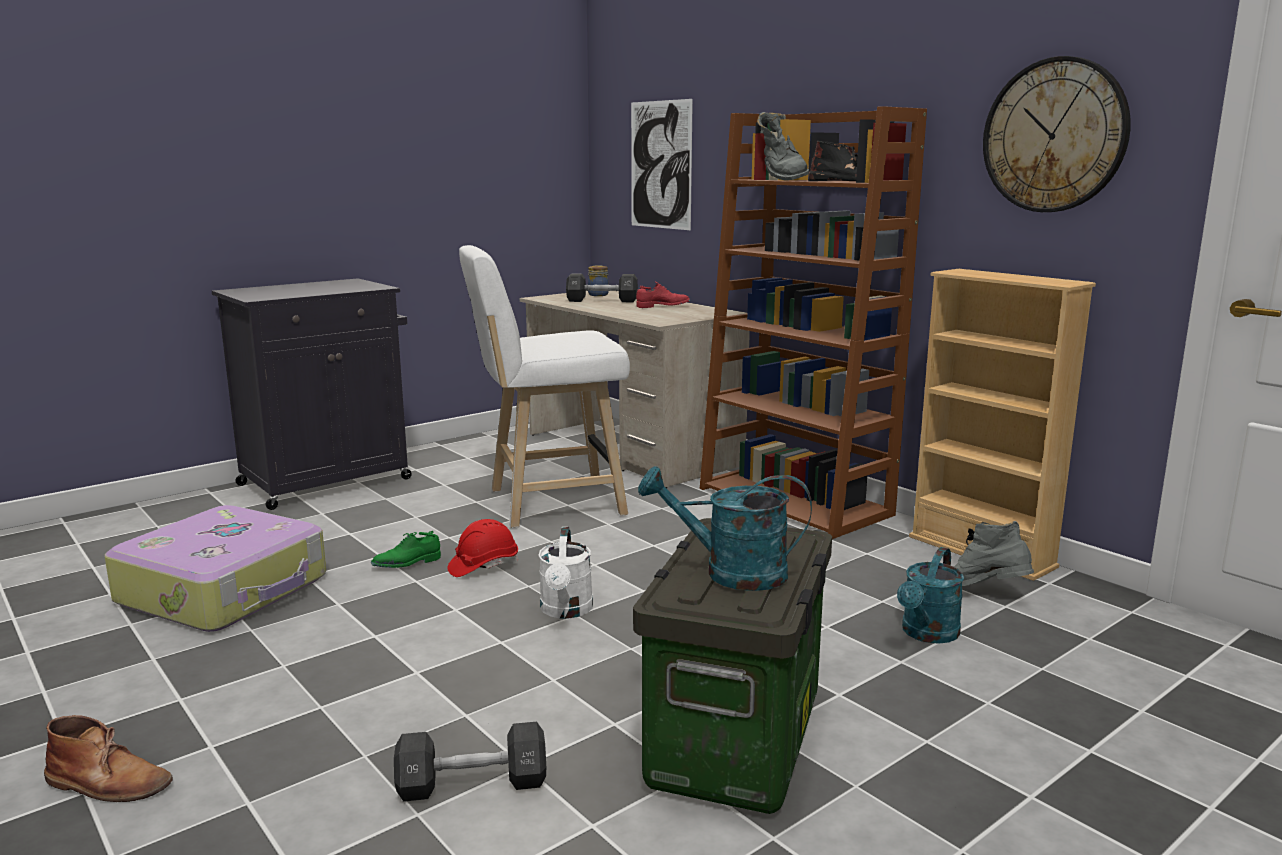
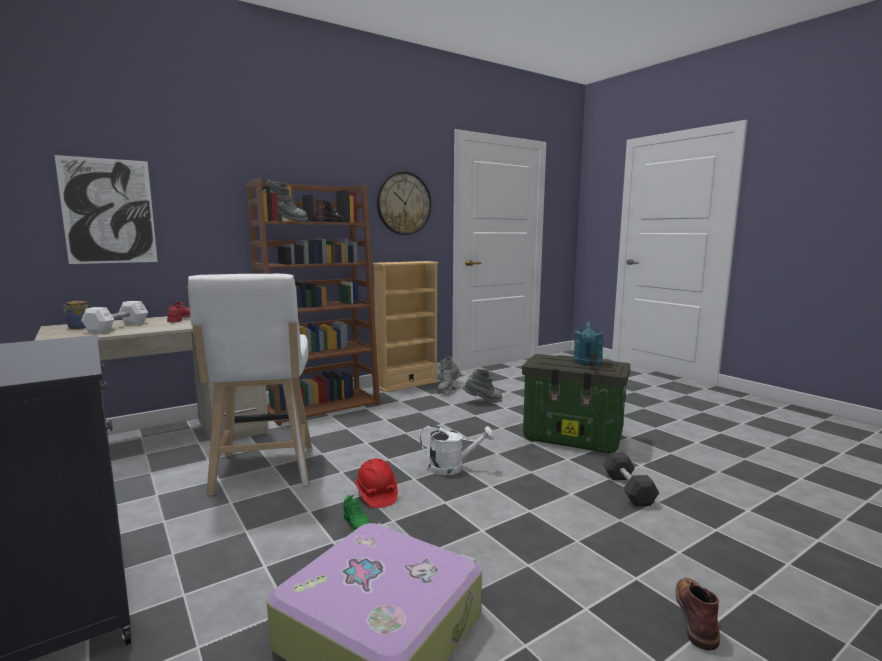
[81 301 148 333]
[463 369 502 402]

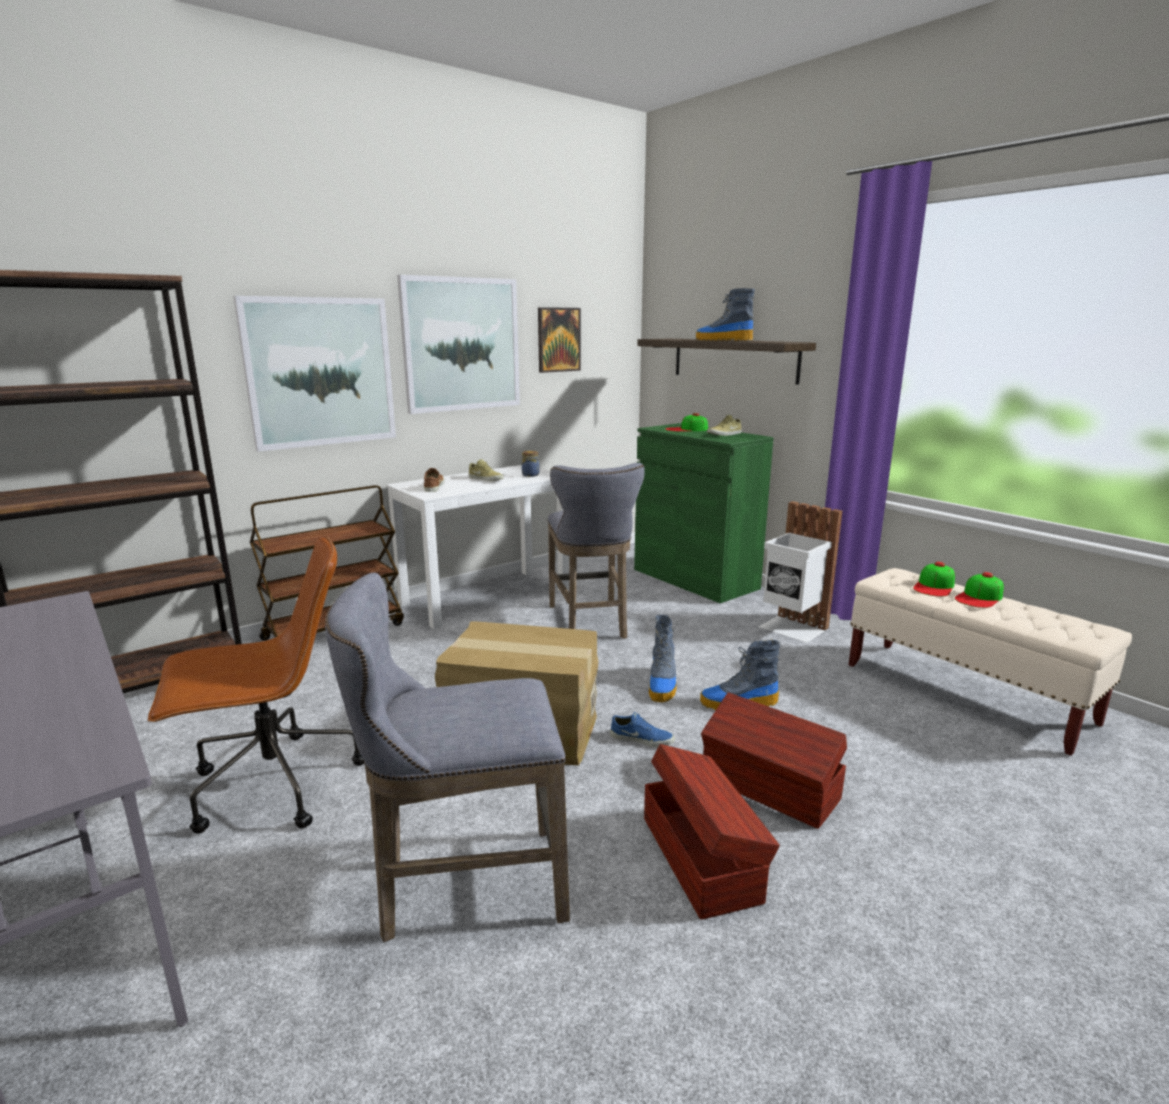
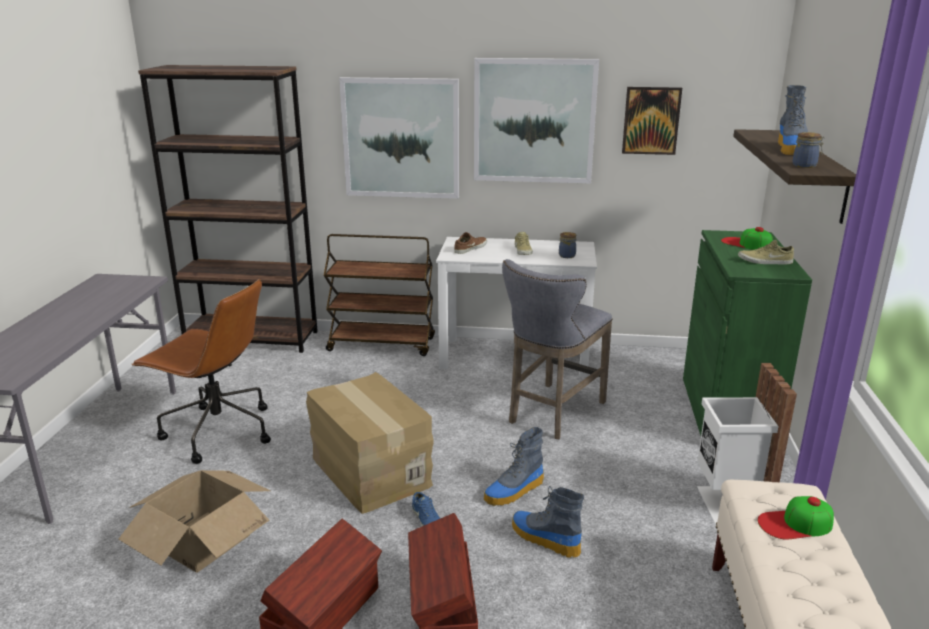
[118 470 270 573]
[778 85 808 155]
[793 132 825 168]
[955 572 1004 608] (first image)

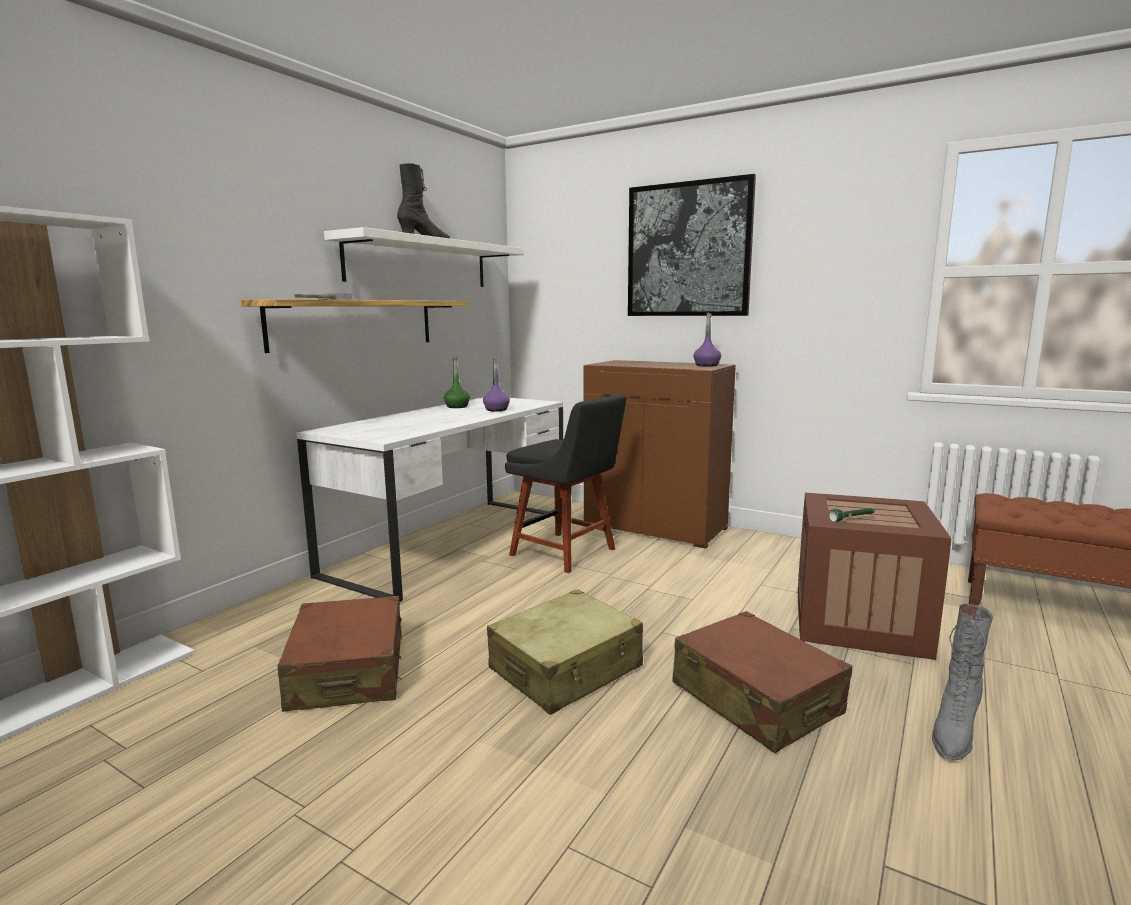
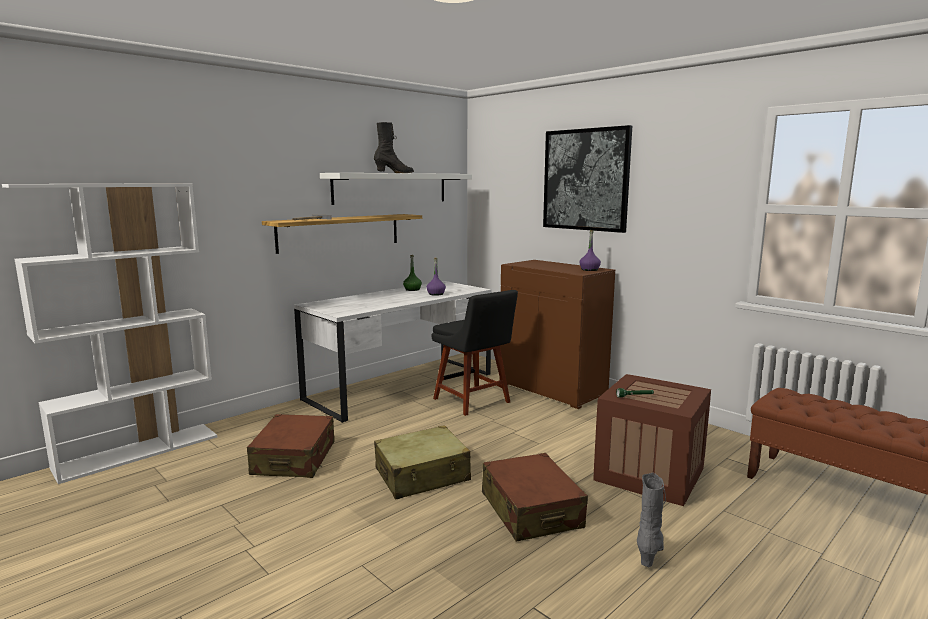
[637 472 666 567]

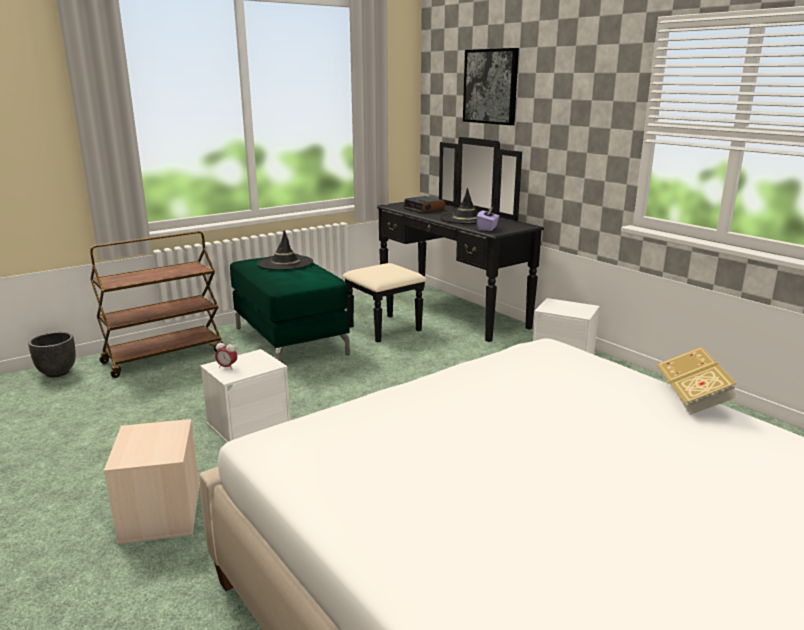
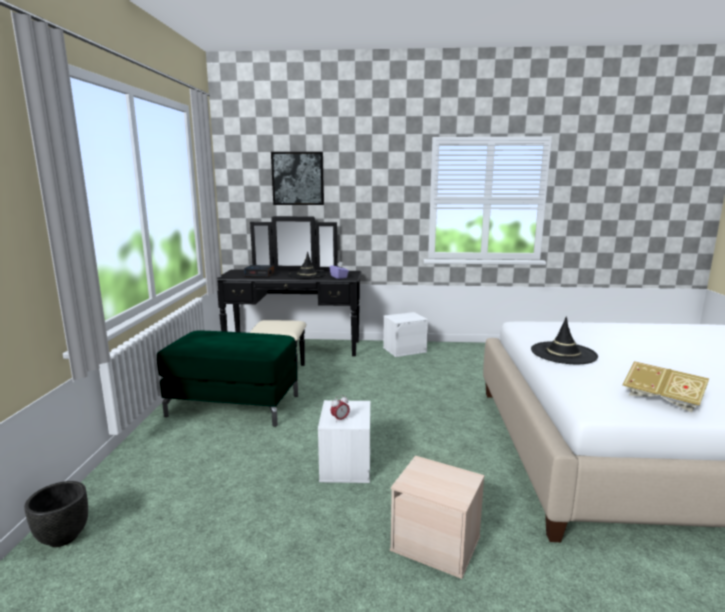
[531 317 598 364]
[622 361 709 413]
[90 231 223 378] (first image)

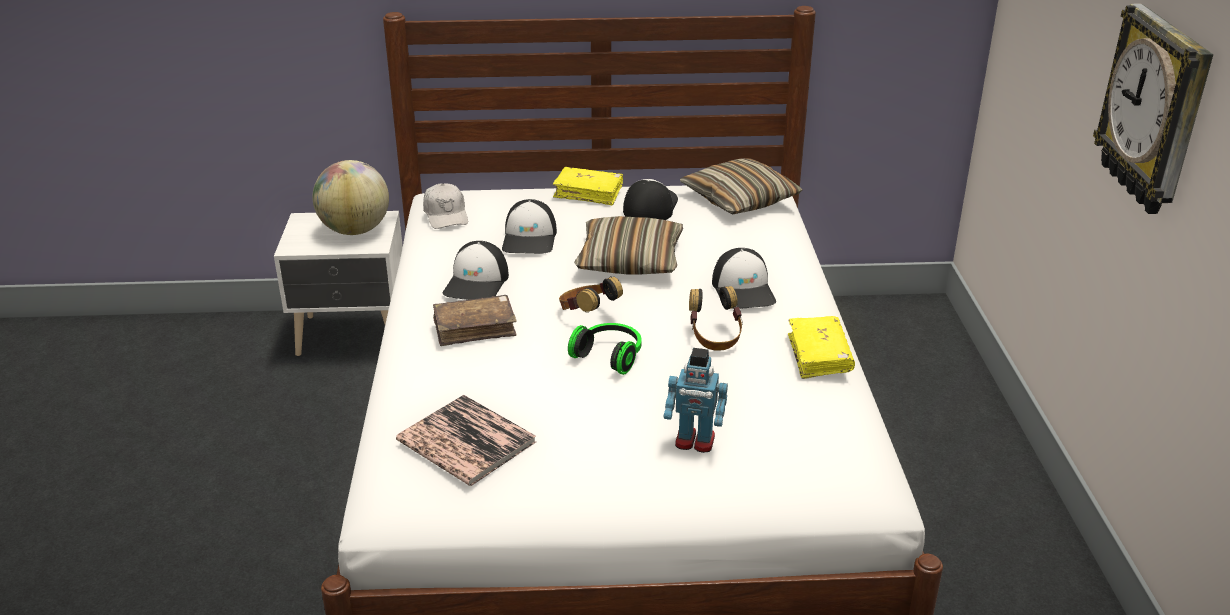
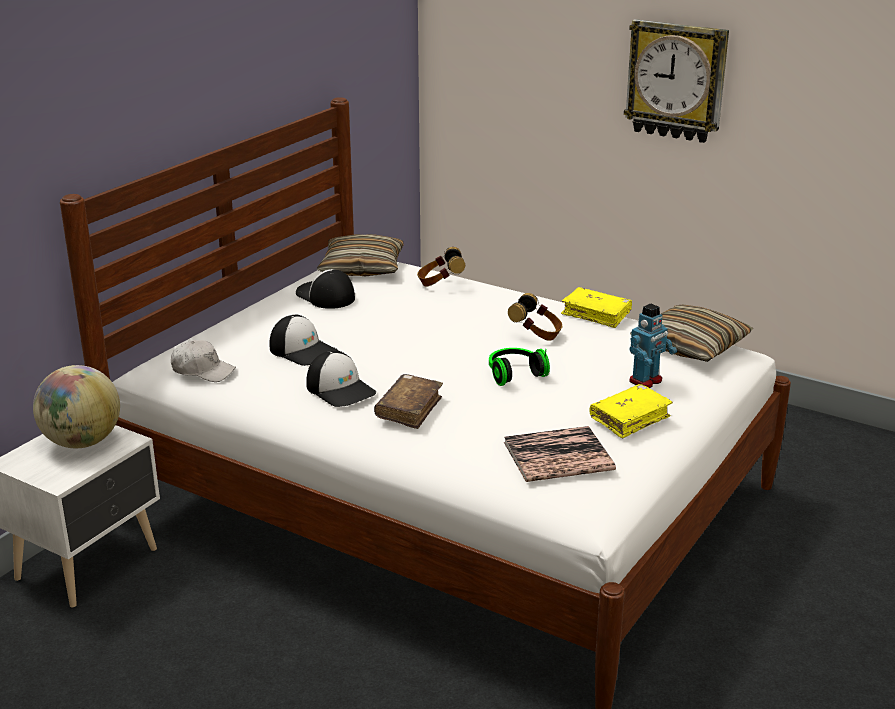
[417 247 465 287]
[590 384 673 439]
[630 305 753 362]
[712 248 776 309] (first image)

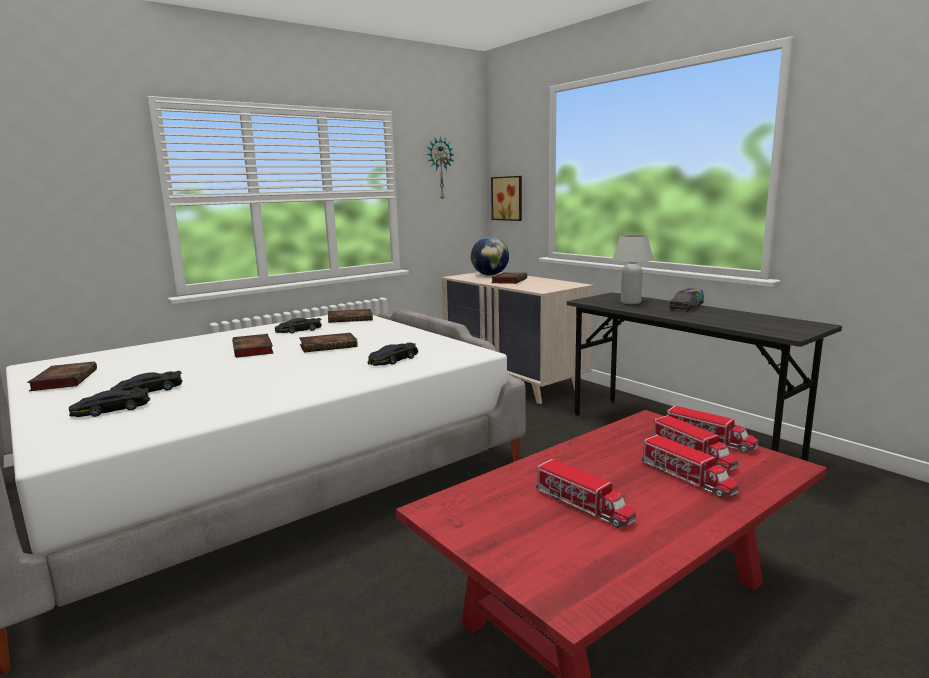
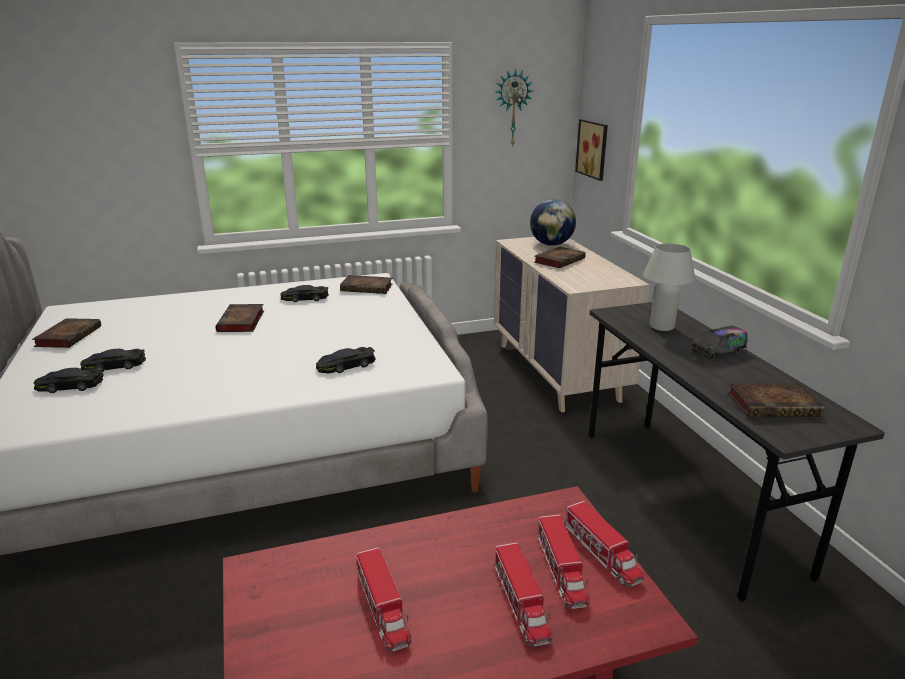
[727 384 824 417]

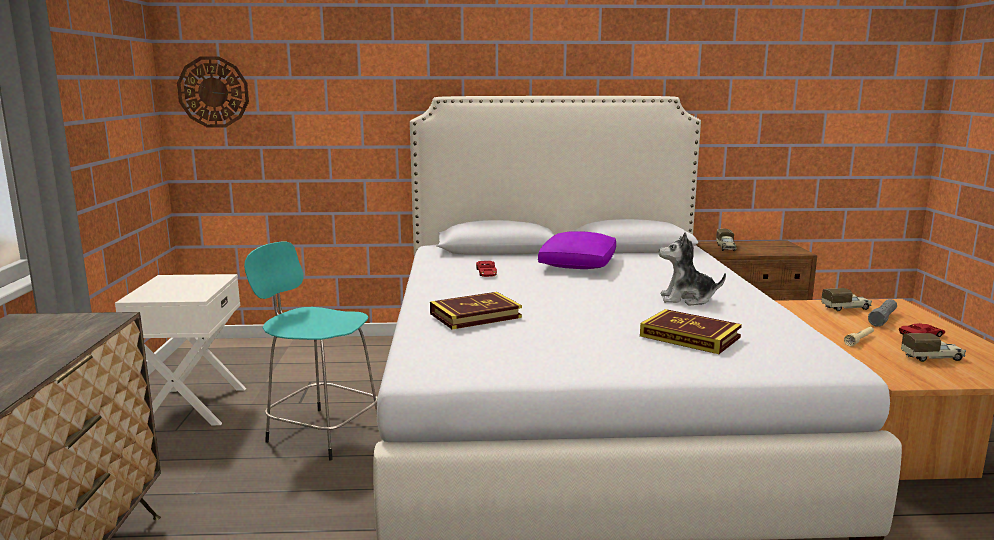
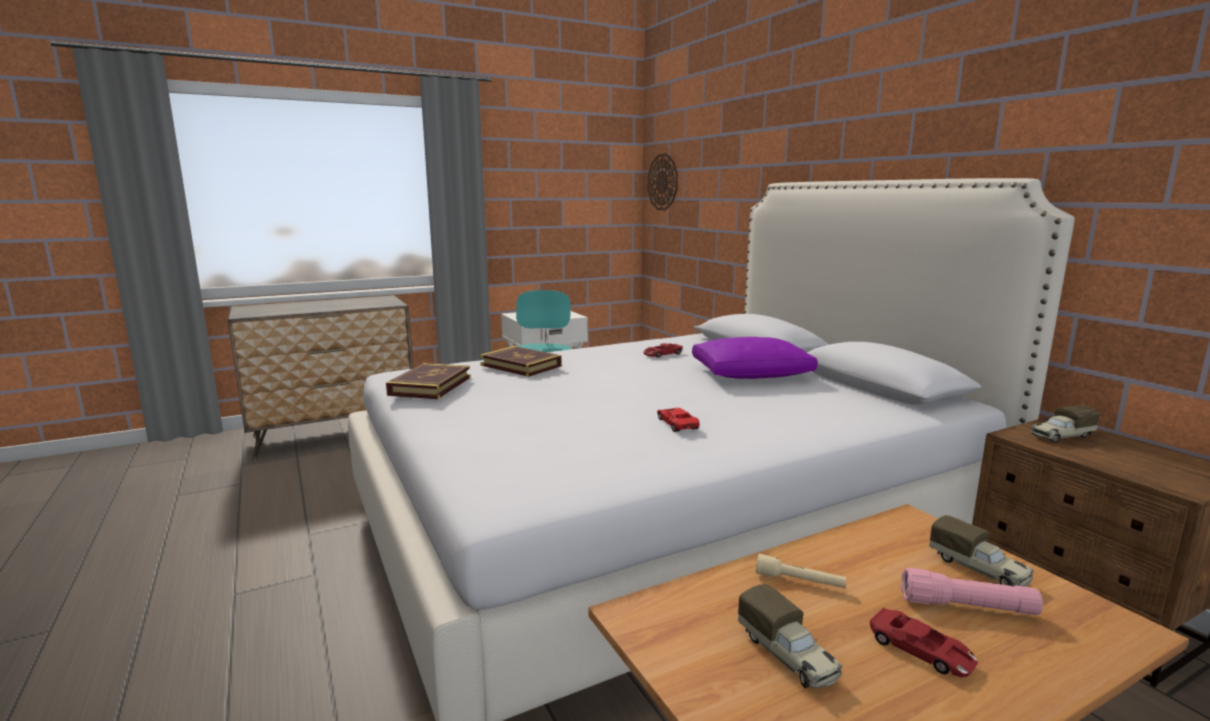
[386 363 471 399]
[657 408 699 432]
[901 568 1043 615]

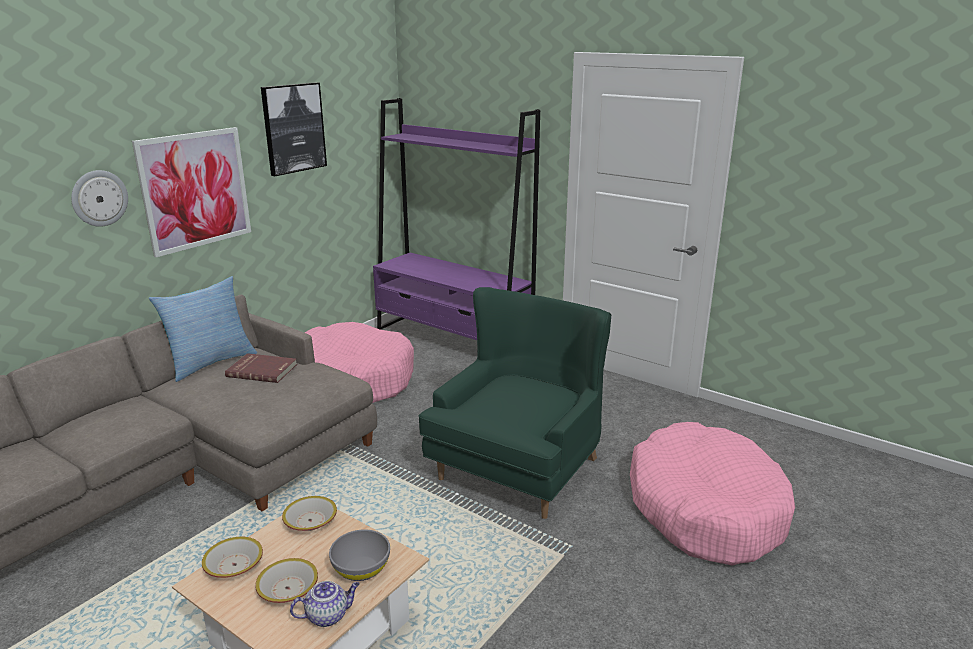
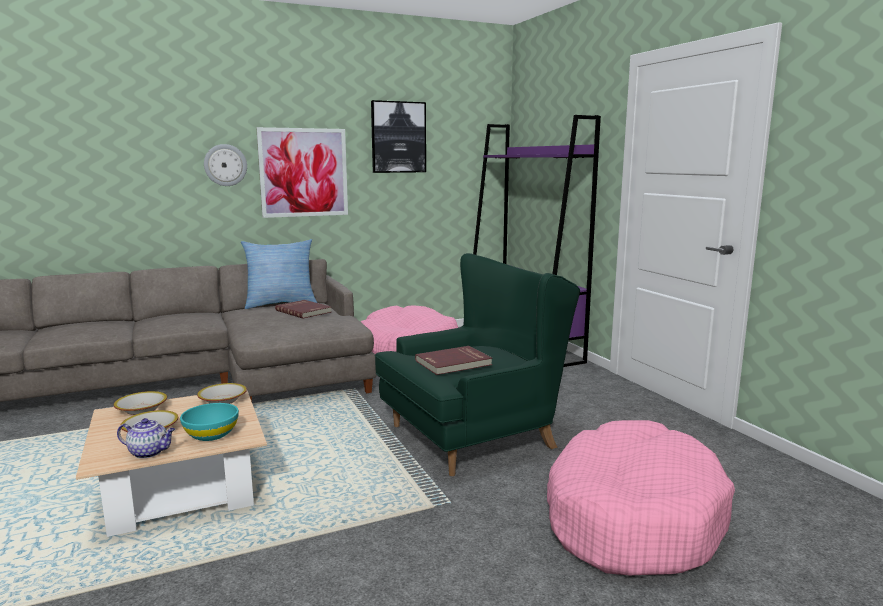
[180 403 239 441]
[415 346 492 375]

